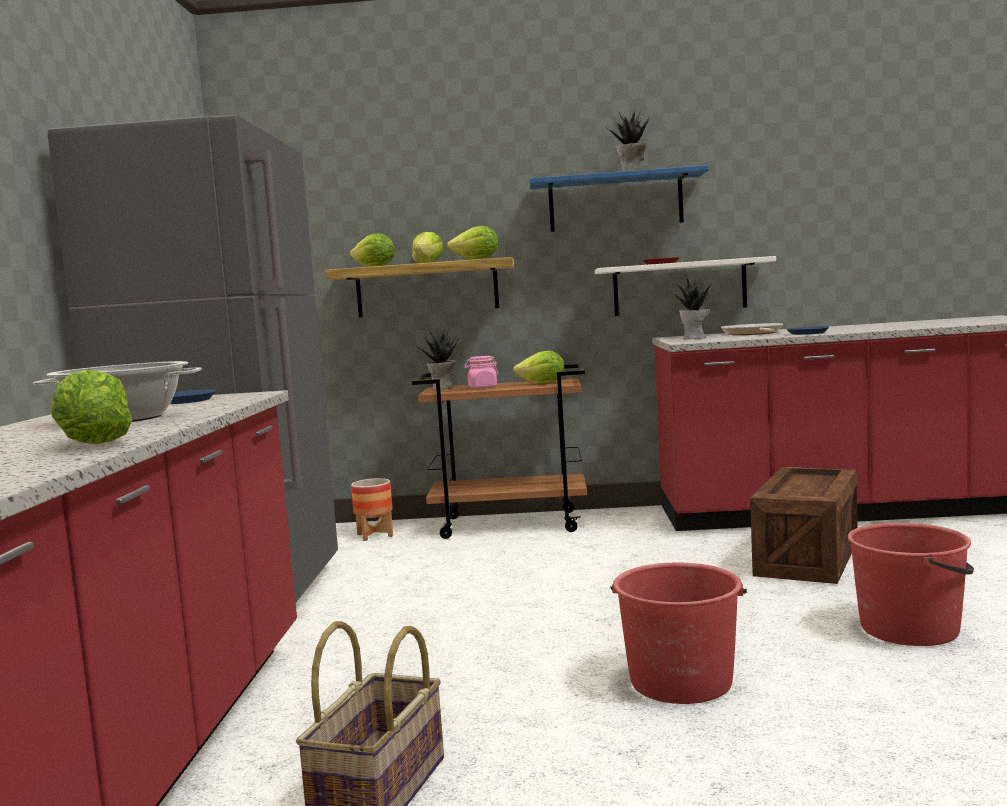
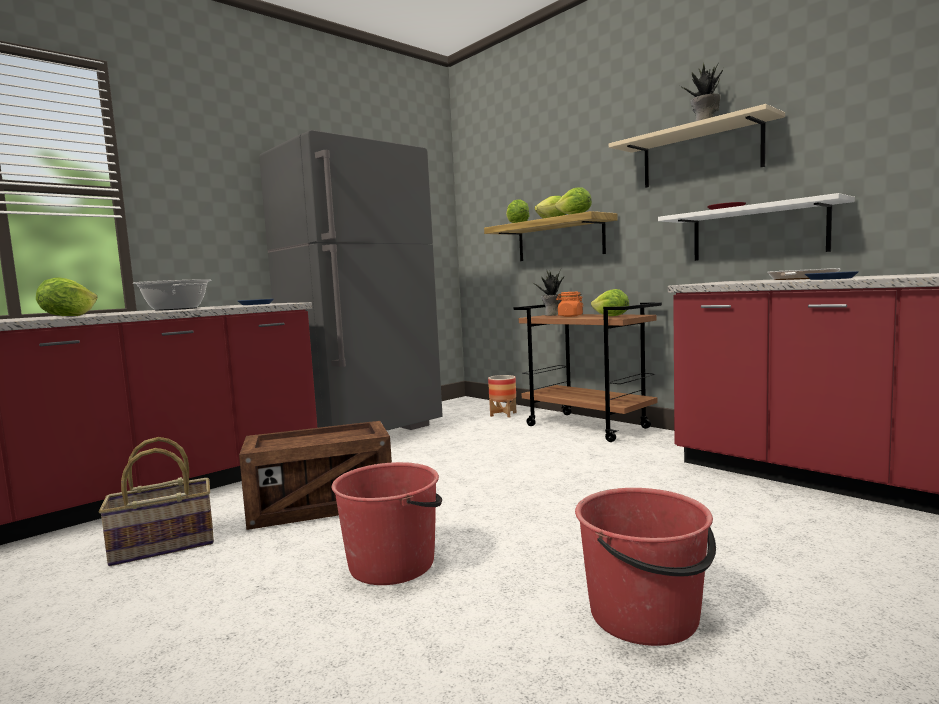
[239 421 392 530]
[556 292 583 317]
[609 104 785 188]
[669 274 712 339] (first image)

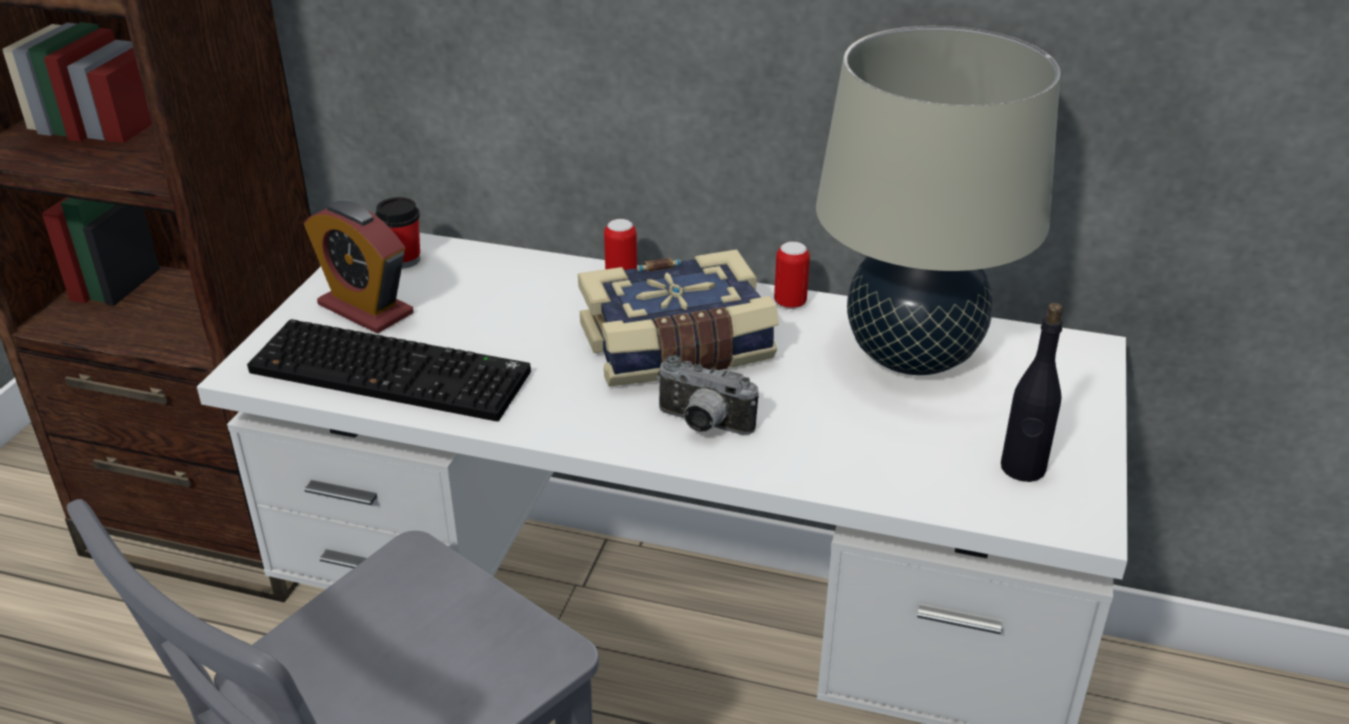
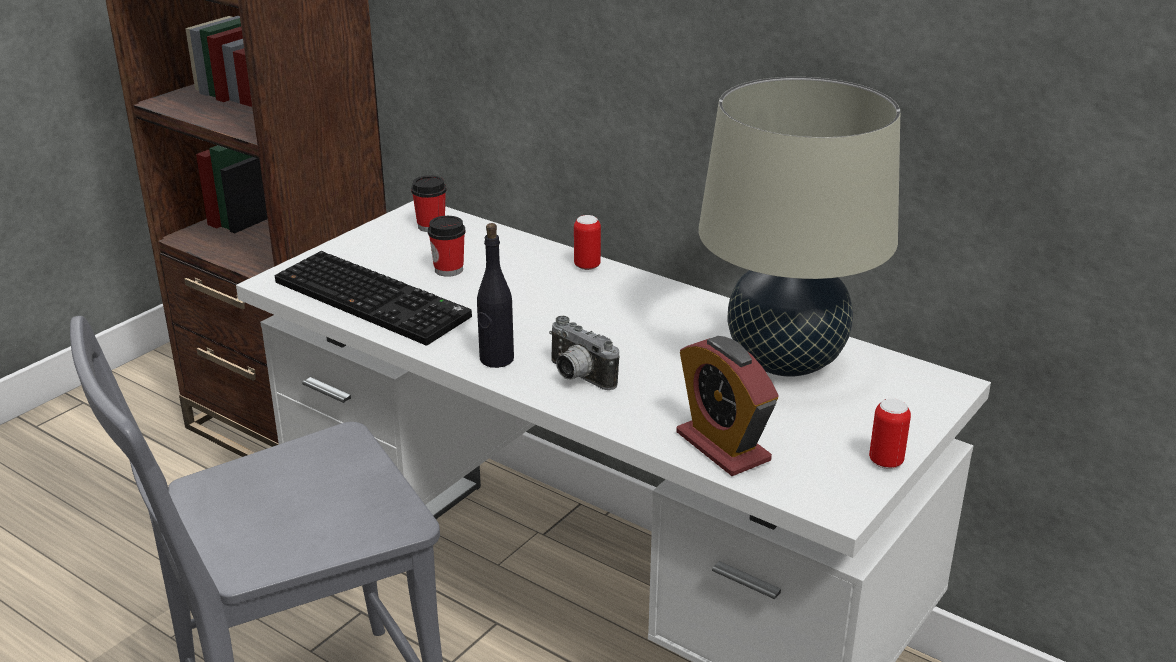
[428 216 466 277]
[477 223 514 368]
[676 336 779 476]
[869 399 911 469]
[578 249 779 387] (first image)

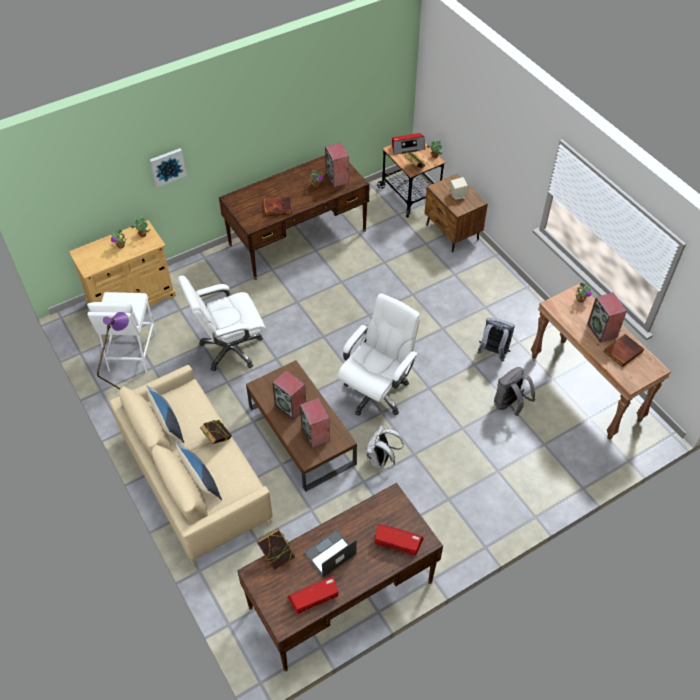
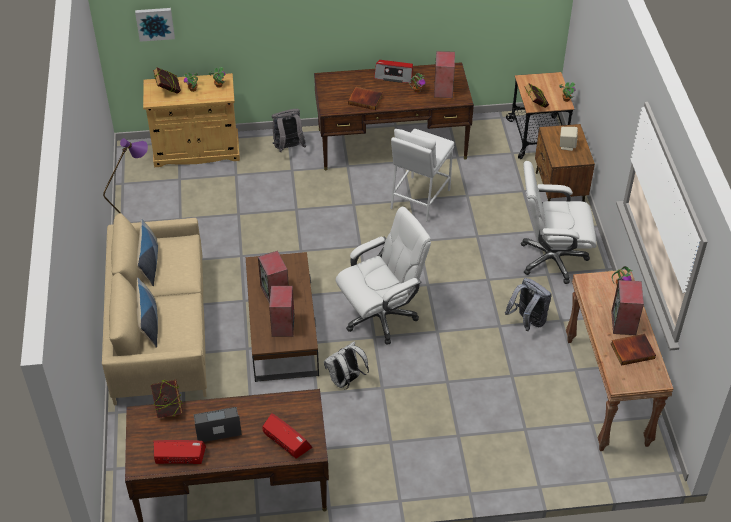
[135 8 175 42]
[153 67 181 94]
[272 109 306 152]
[374 60 413 83]
[390 129 454 222]
[521 161 597 284]

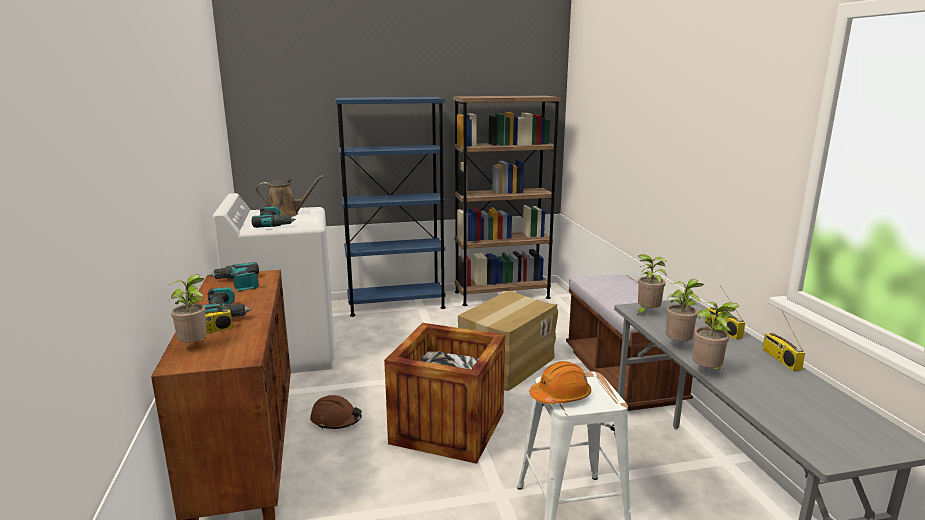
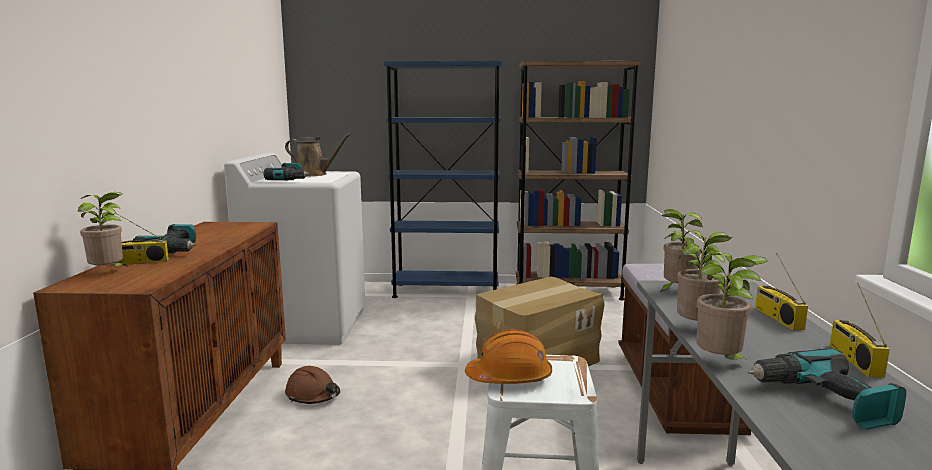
[747 348 906 429]
[384 323 505 464] (first image)

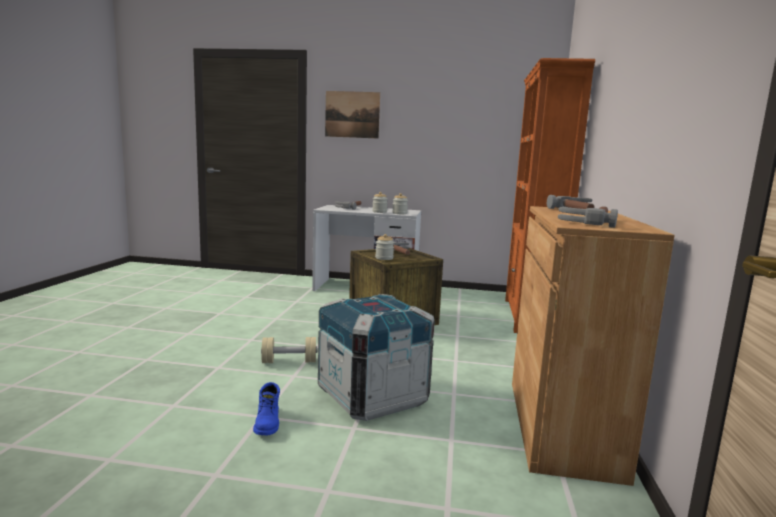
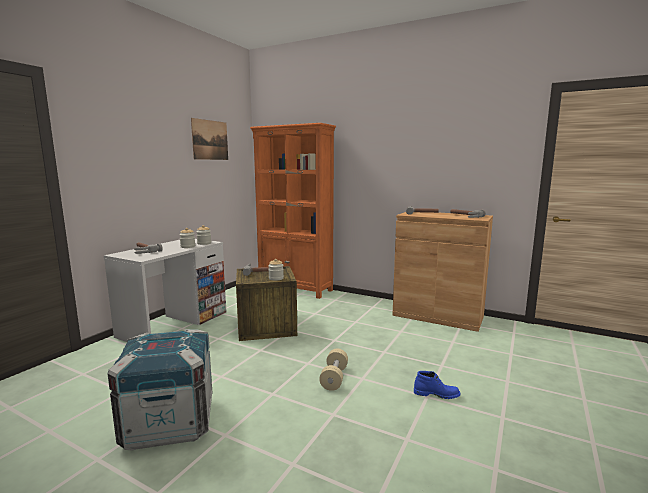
[107 329 212 451]
[191 118 228 160]

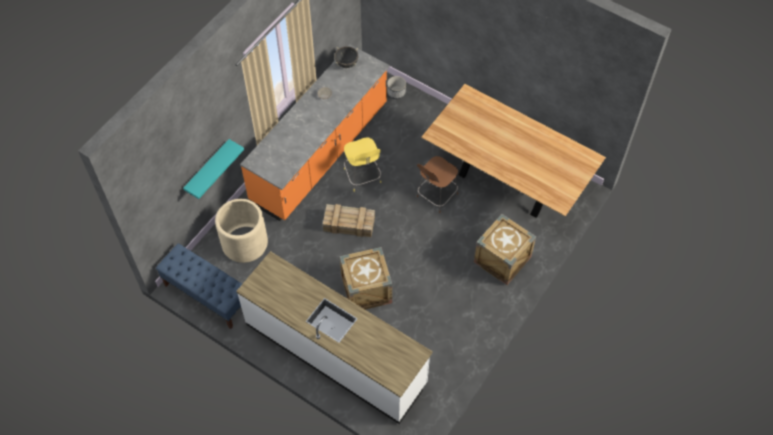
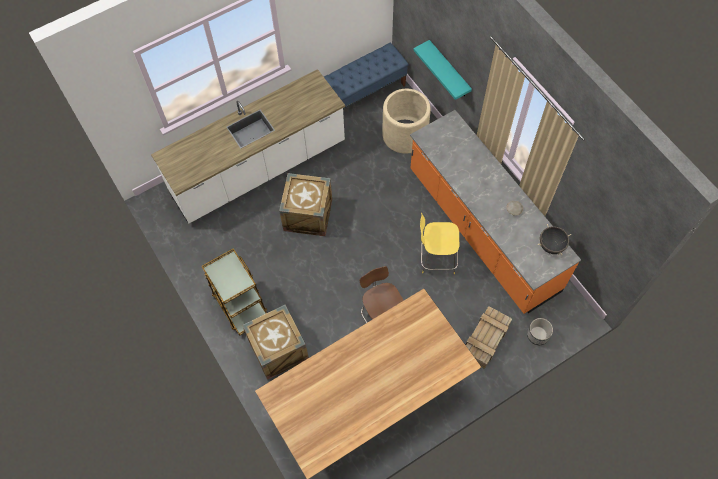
[202 248 267 336]
[466 306 512 369]

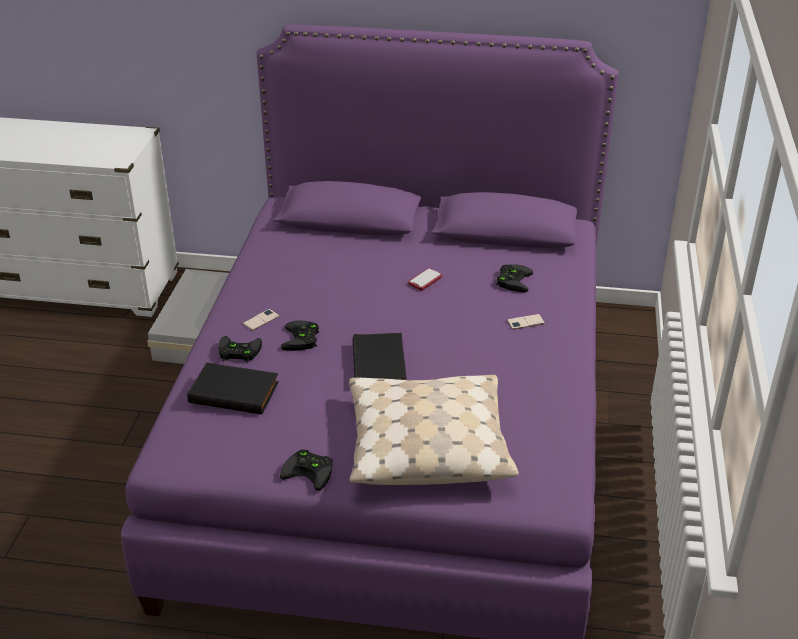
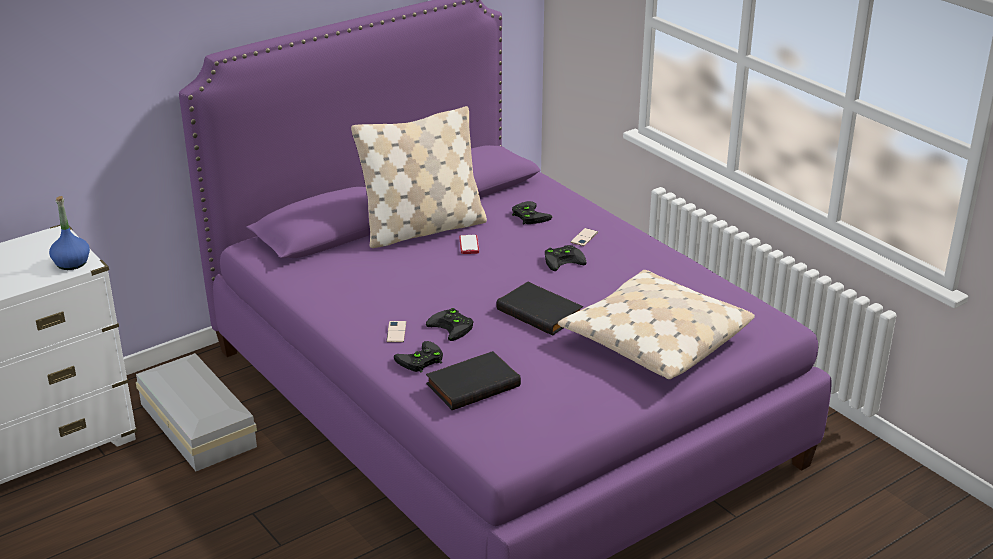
[49 196 90 270]
[351 106 487 248]
[545 245 586 271]

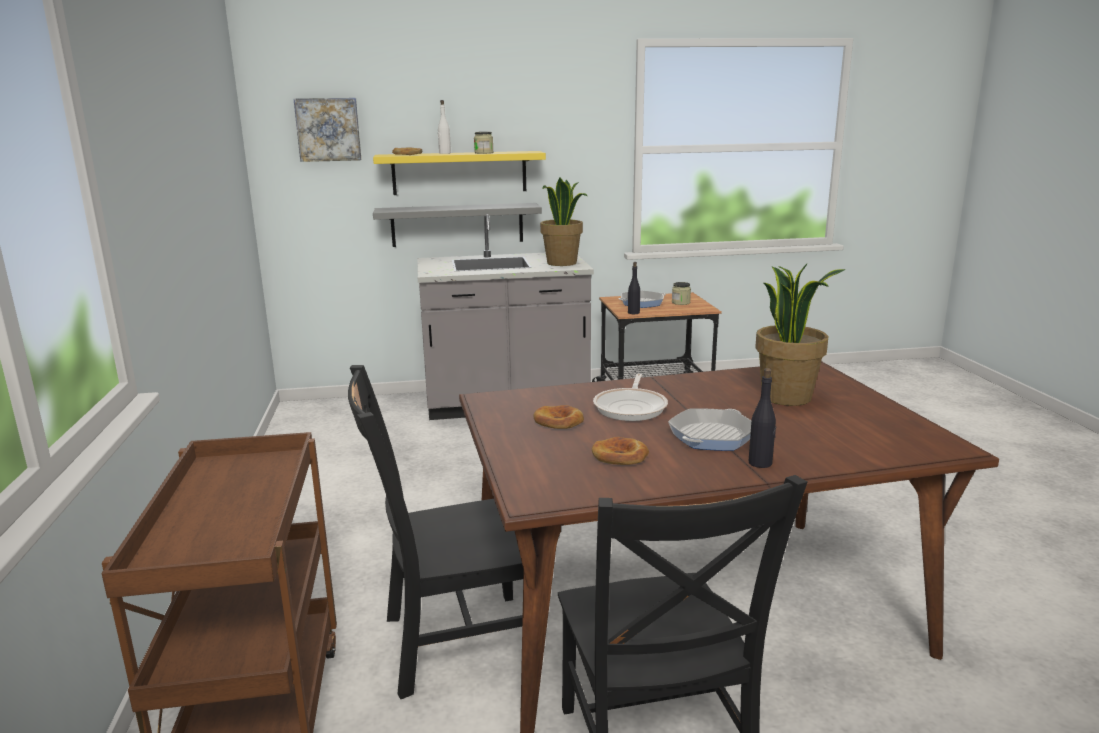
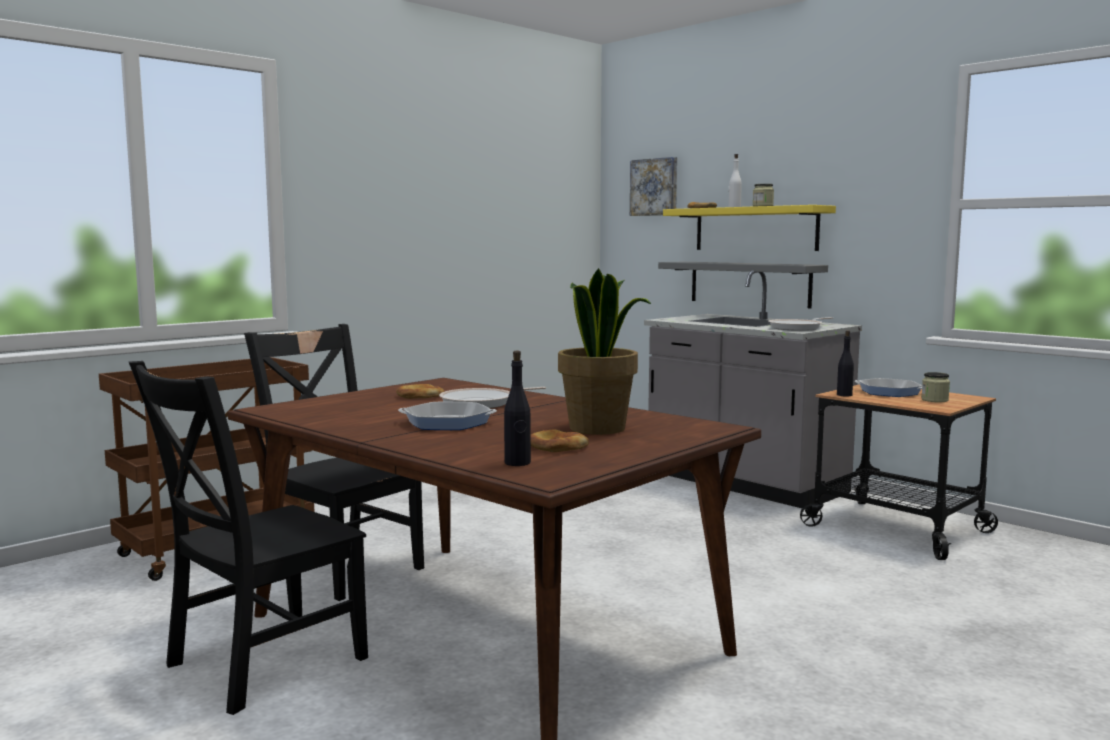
[504 350 531 466]
[531 429 589 452]
[768 317 833 331]

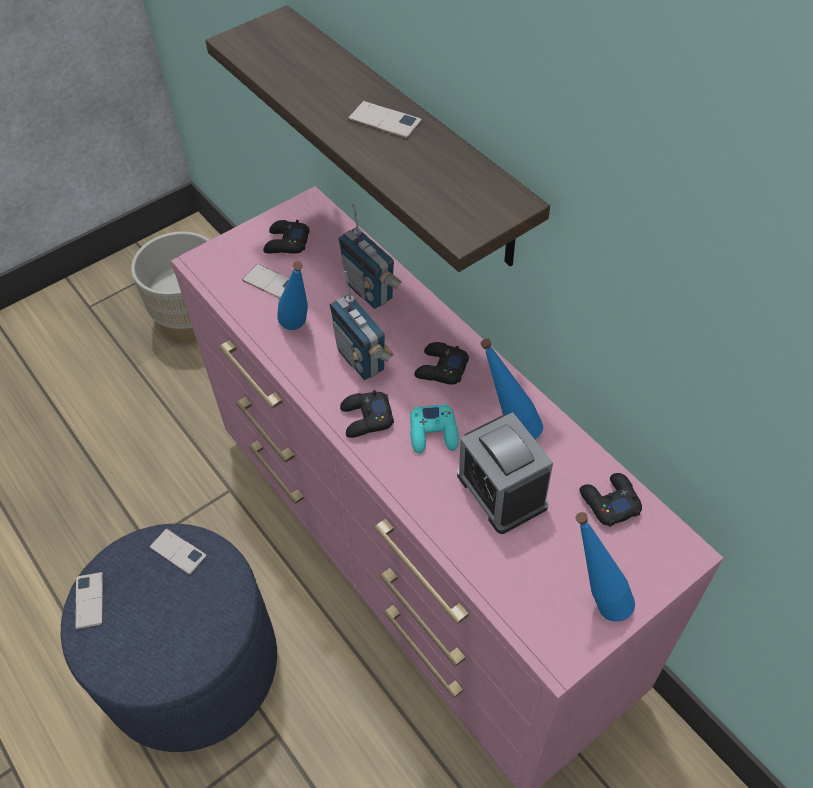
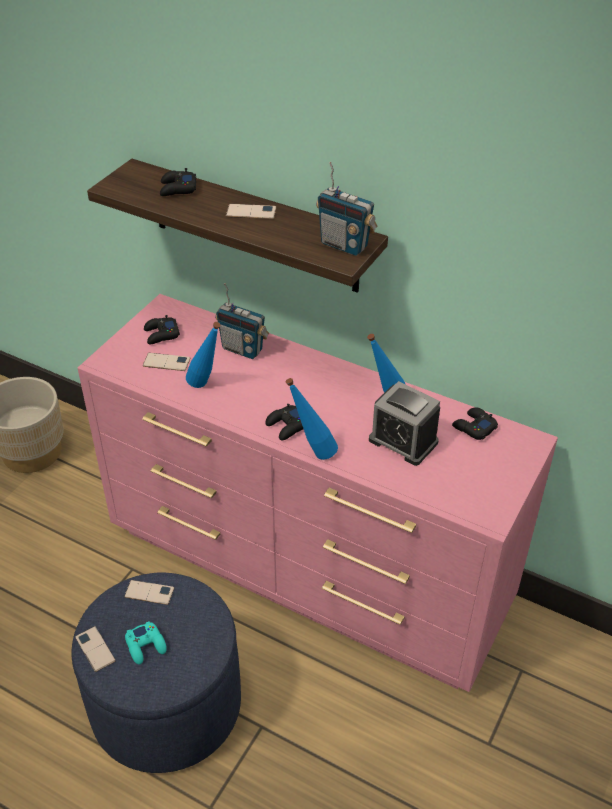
[125 622 167 664]
[160 168 196 196]
[286 378 338 460]
[316 162 377 256]

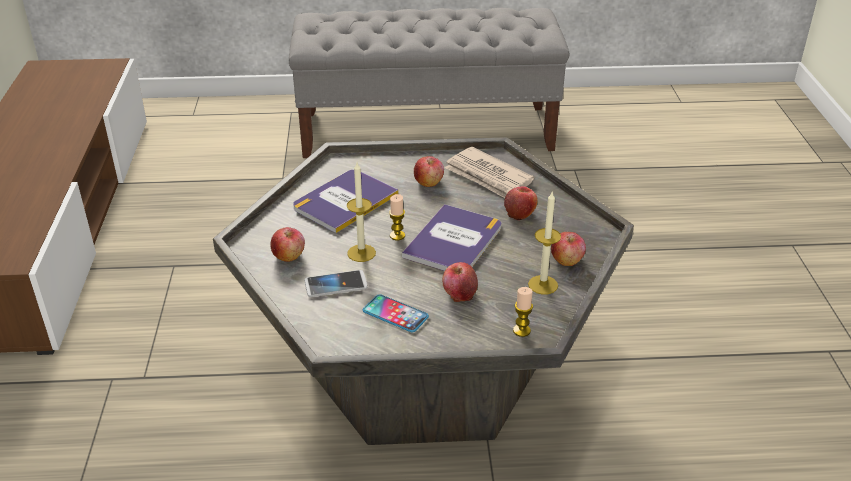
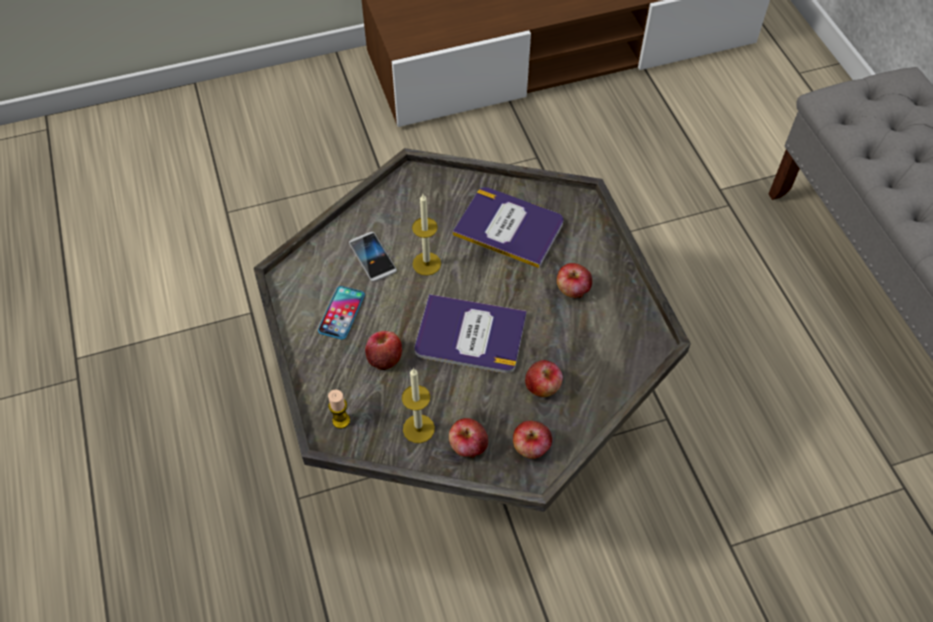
[513 421 552 459]
[389 194 405 240] (first image)
[445 147 534 198] (first image)

